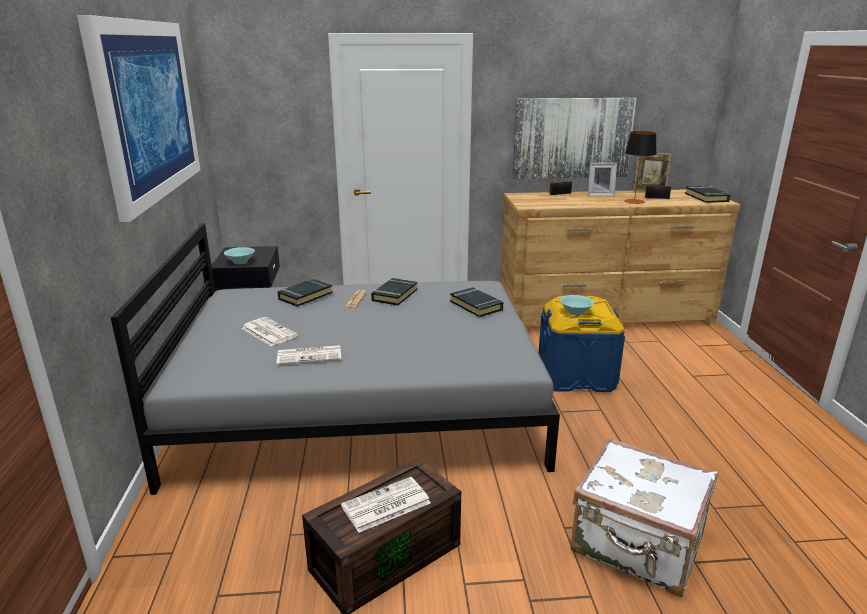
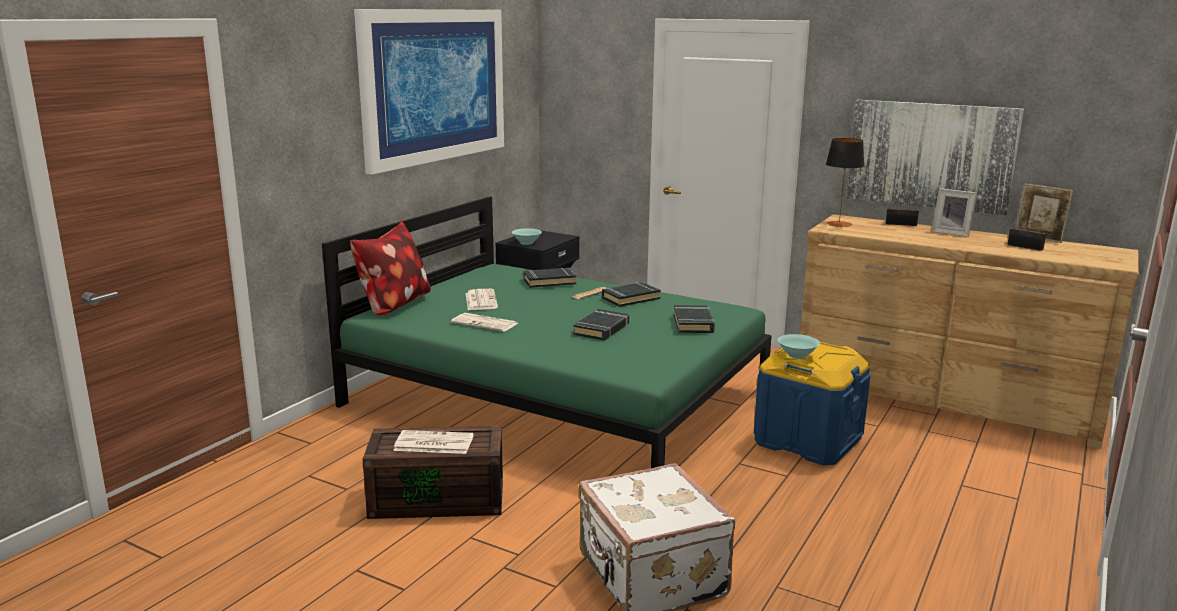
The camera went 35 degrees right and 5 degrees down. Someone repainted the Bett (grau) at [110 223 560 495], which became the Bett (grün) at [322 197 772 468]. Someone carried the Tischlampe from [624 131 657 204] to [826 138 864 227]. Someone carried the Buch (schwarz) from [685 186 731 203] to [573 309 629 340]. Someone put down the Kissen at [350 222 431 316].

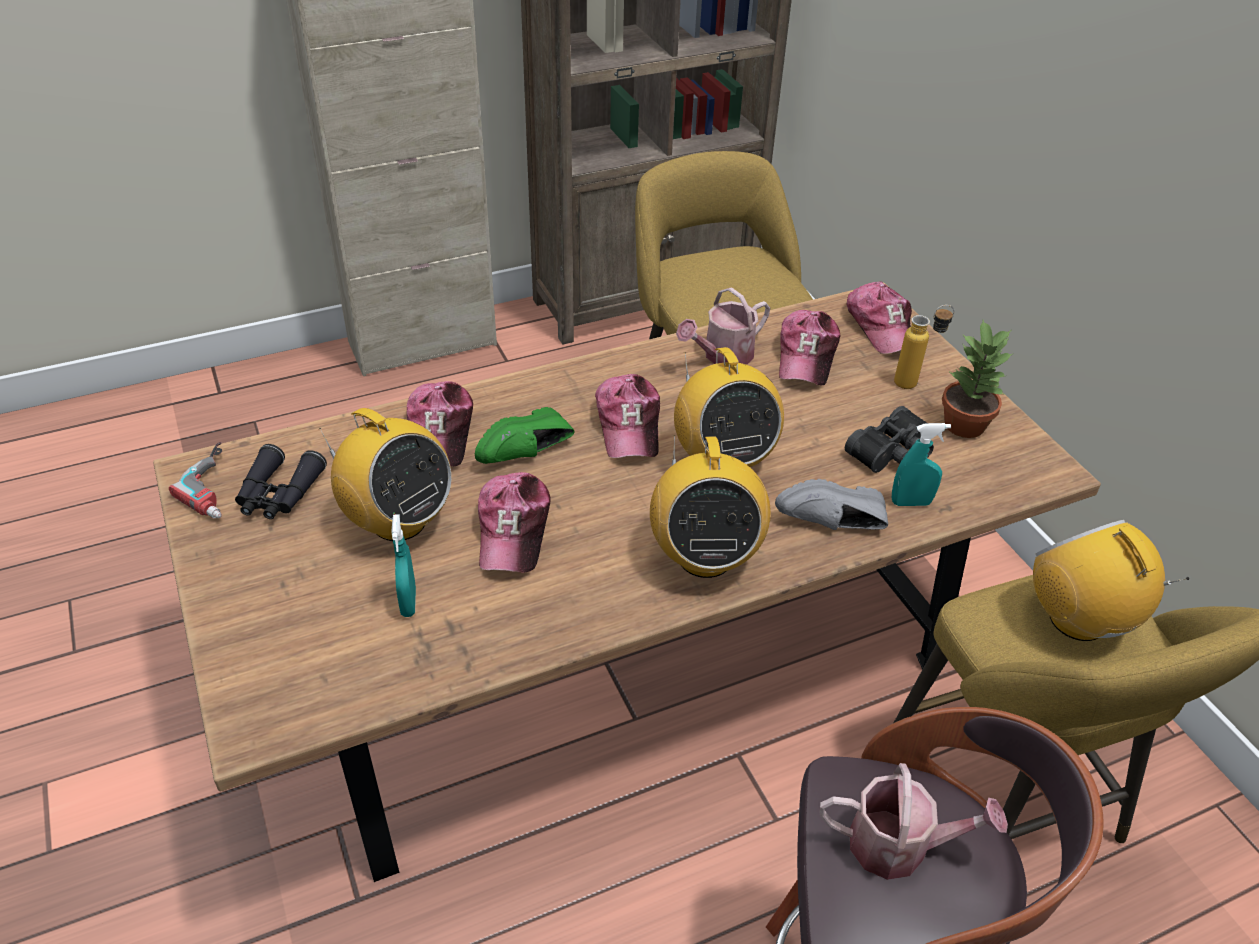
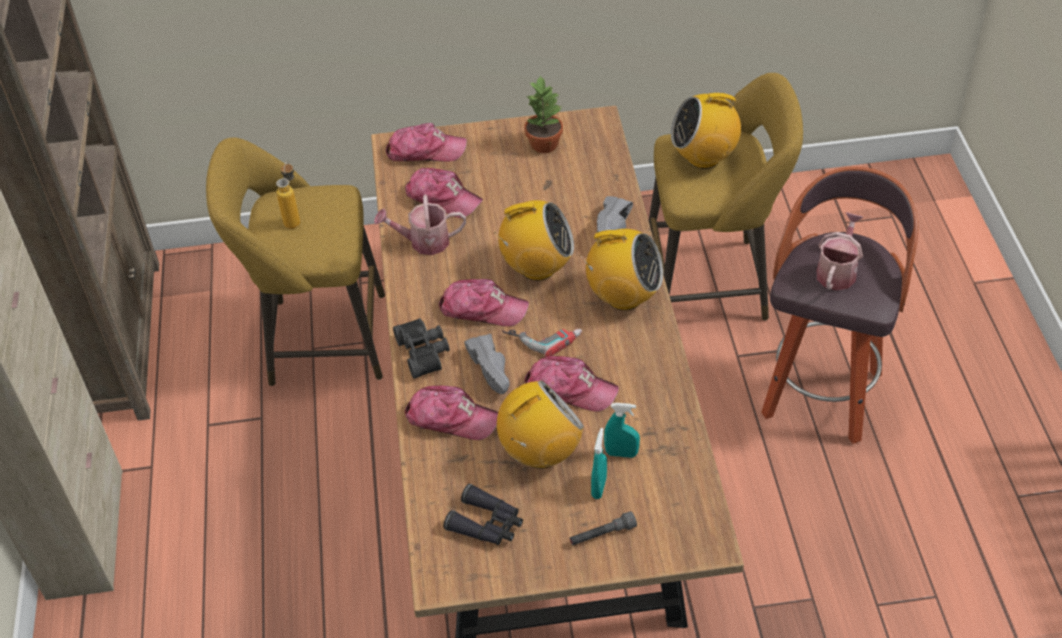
The camera went 70 degrees left and 5 degrees up. Someone carried the Bohrmaschine from [169 442 222 519] to [502 329 582 357]. Someone repainted the Schuh (grün) at [475 407 575 464], which became the Schuh (grau) at [464 334 510 394]. Someone rotated the Gießkanne at [676 287 770 365] by 105 degrees clockwise. Someone carried the Fernglas (schwarz) from [845 406 934 473] to [393 318 450 379]. Someone carried the Sprühflasche (türkis) from [892 423 951 506] to [591 428 607 499]. Someone carried the Flasche from [894 305 955 389] to [276 161 300 229]. Someone put down the Taschenlampe (grau) at [570 511 637 545].

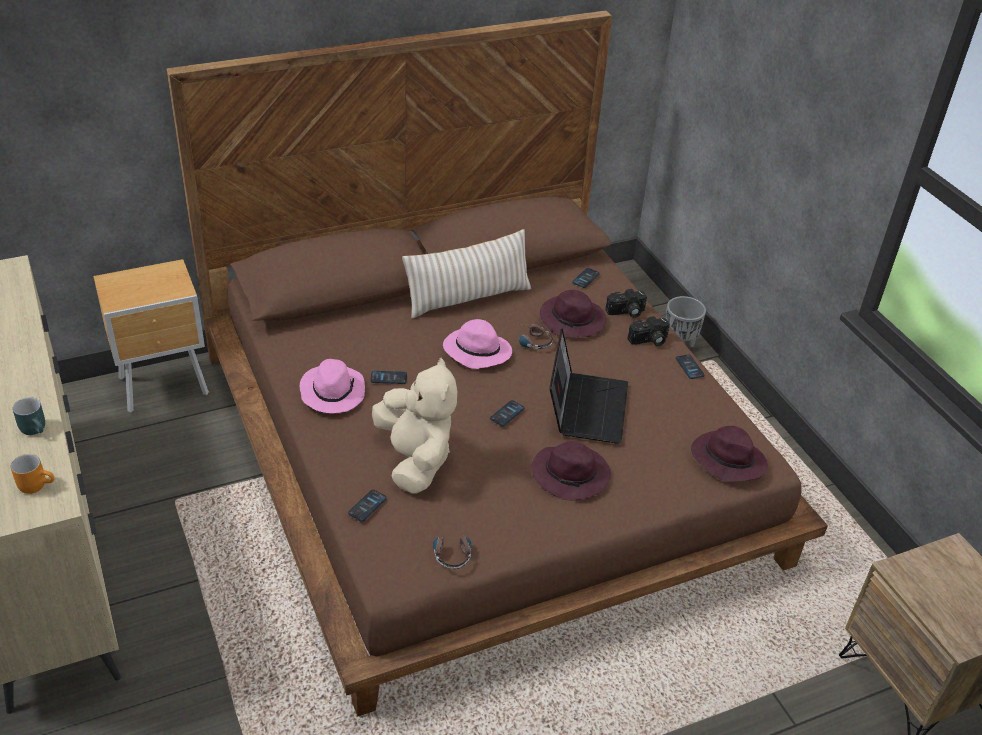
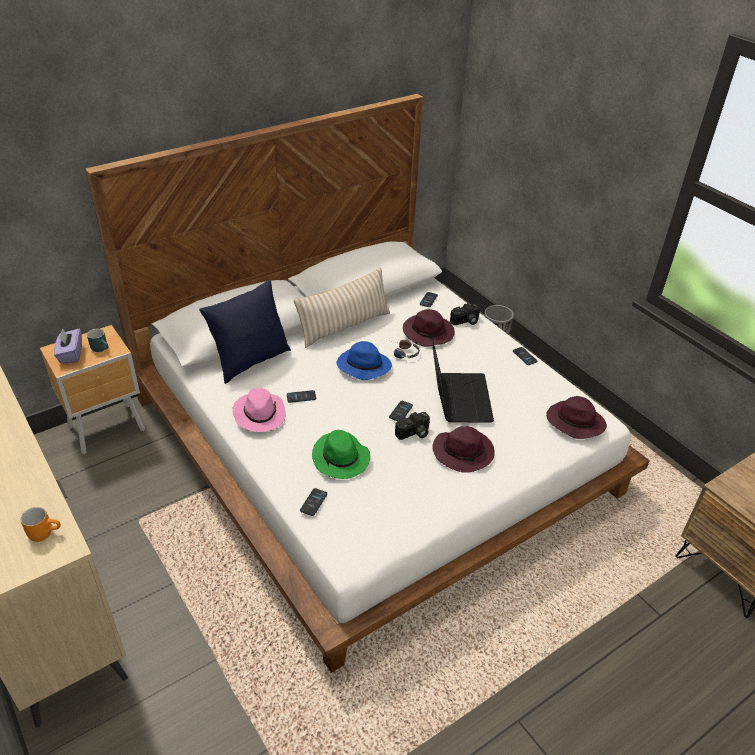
The camera went 10 degrees left and 0 degrees up. Someone carried the Henkelbecher (türkis) from [12 397 45 435] to [87 329 109 352]. Someone repainted the Bett (braun) at [166 10 828 716], which became the Bett (weiß) at [85 94 650 673]. Someone swapped the Plüschtier (beige) at [372 357 457 494] for the Hut (grün) at [312 430 370 479]. Someone took away the Kopfhörer at [433 528 471 569]. Someone repainted the Hut (rosa) at [443 319 512 369], which became the Hut (blau) at [337 341 392 380]. Someone carried the Kamera from [628 316 670 346] to [395 412 430 440]. Someone put down the Taschentuchbox (lila) at [54 328 82 364]. Someone put down the Kissen (blau) at [199 280 291 384].

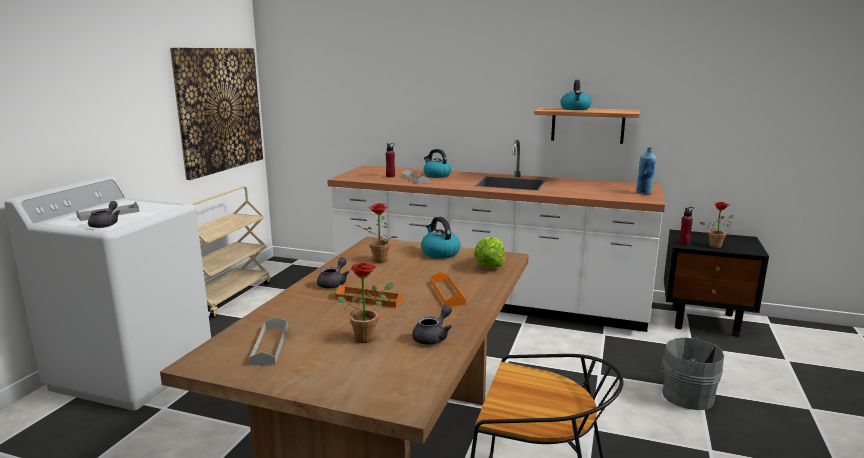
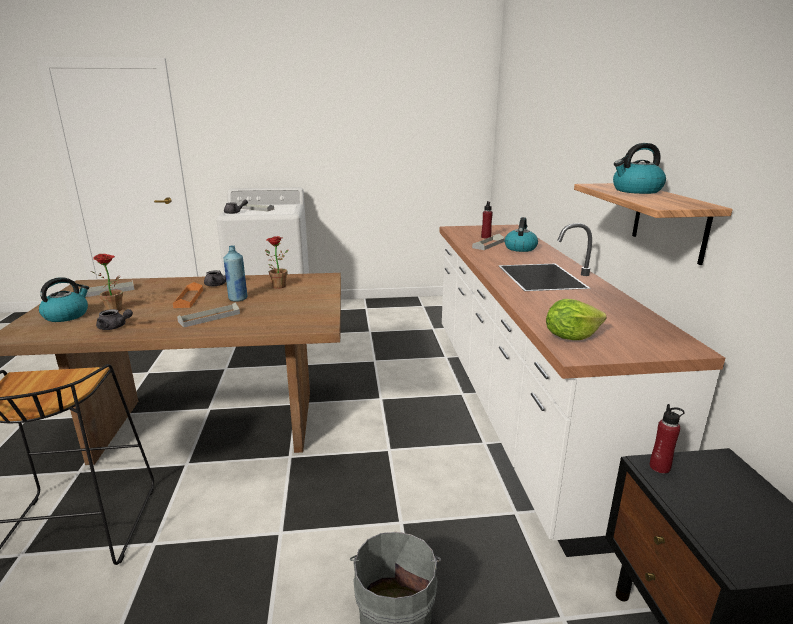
The camera went 65 degrees right and 5 degrees up. Someone took away the Bild at [170 48 263 180]. Someone took away the Rollwagen (beige) at [192 186 270 318]. Someone carried the Wasserkessel from [421 217 461 259] to [39 277 89 322]. Someone repainted the Tablett (orange) at [431 272 466 306], which became the Tablett (grau) at [177 302 240 327]. Someone carried the Salatkopf from [474 237 505 269] to [546 299 607 340]. Someone carried the Flasche (blau) from [636 148 657 195] to [223 245 247 302]. Someone took away the Topfpflanze at [700 202 734 248].

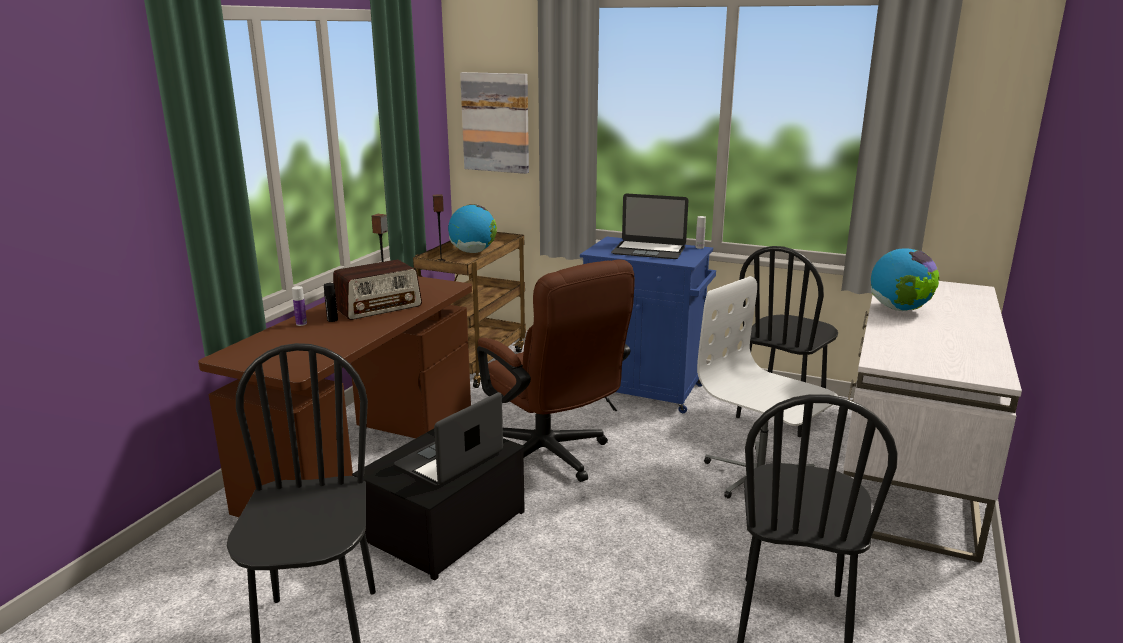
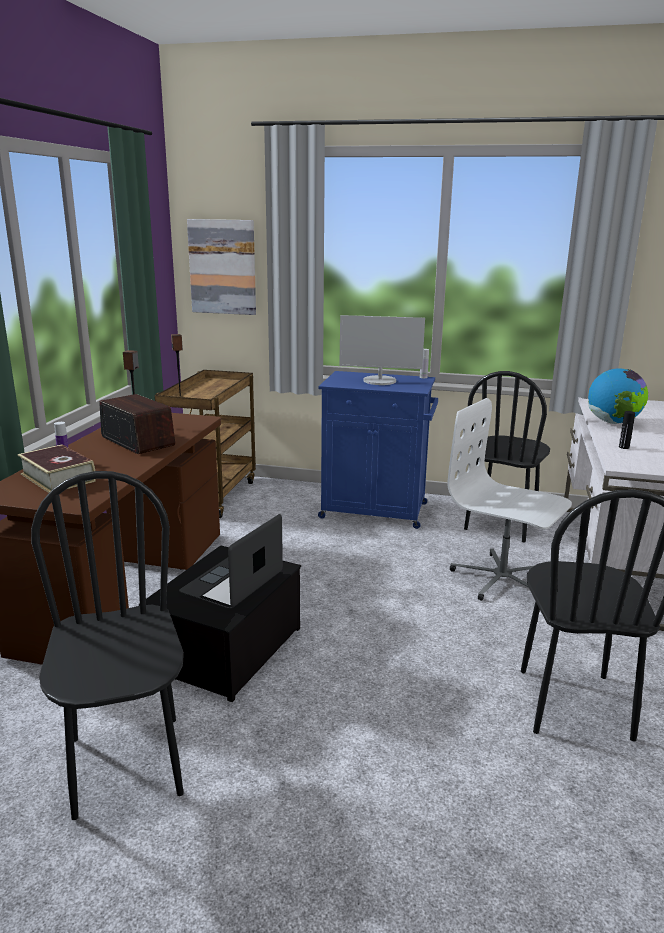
The camera went 10 degrees left and 0 degrees up. Someone carried the Flasche (schwarz) from [324 283 338 322] to [619 411 635 449]. Someone rotated the Radio at [333 260 422 320] by 90 degrees counterclockwise. Someone took away the Globus at [448 204 497 253]. Someone took away the Bürostuhl (braun) at [477 260 635 482]. Someone swapped the Laptop at [611 193 688 259] for the Monitor at [339 315 425 385]. Someone put down the Buch at [18 444 96 493].

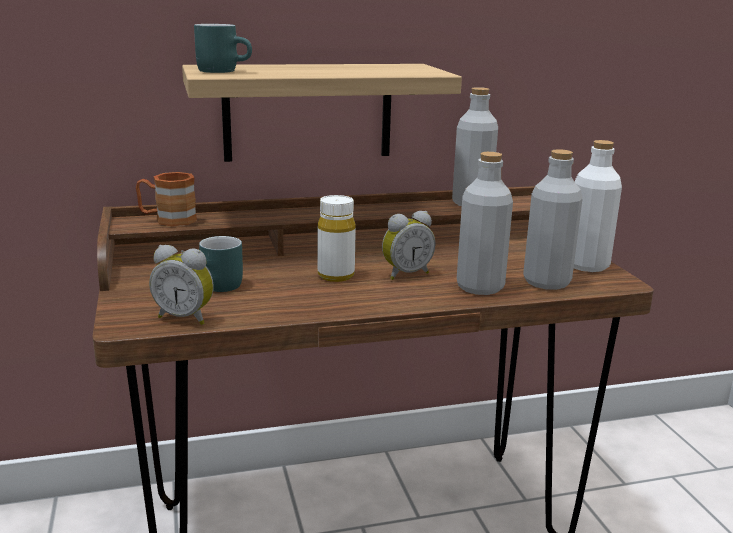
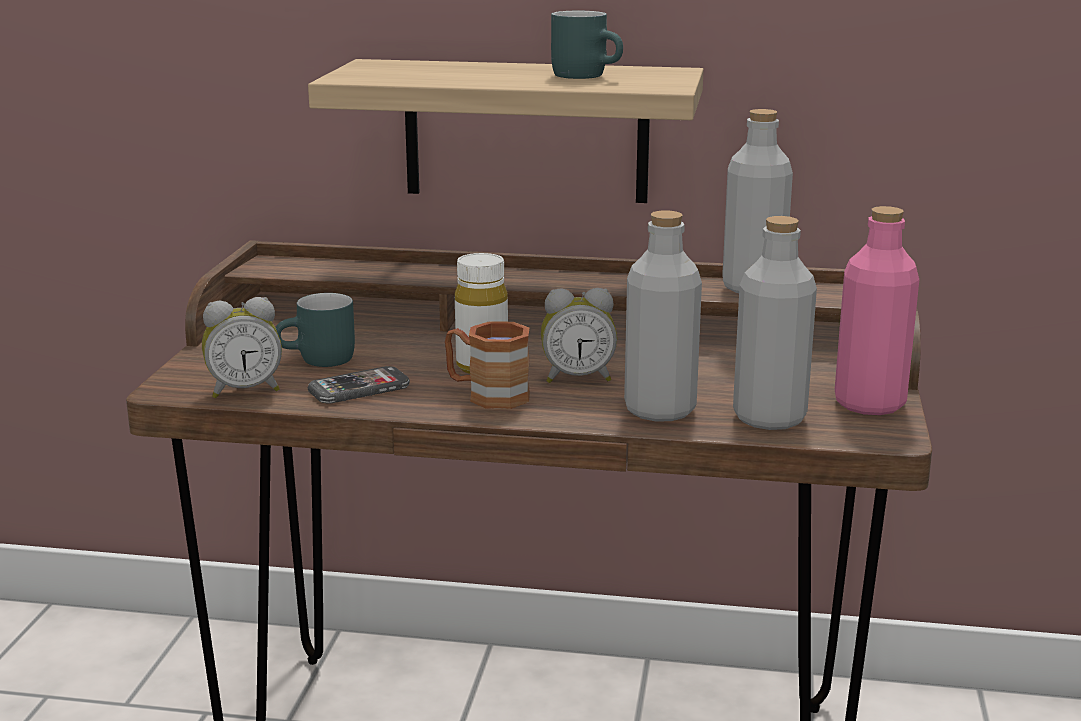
The camera went 25 degrees right and 0 degrees up. Someone carried the Henkelbecher (braun) from [136 172 197 226] to [445 321 530 409]. Someone rotated the Wecker at [149 245 214 325] by 60 degrees counterclockwise. Someone carried the Henkelbecher (türkis) from [194 24 252 73] to [551 11 623 79]. Someone repainted the Flasche (weiß) at [574 140 622 272], which became the Flasche (rosa) at [835 206 919 415]. Someone put down the Handy at [308 366 410 404].

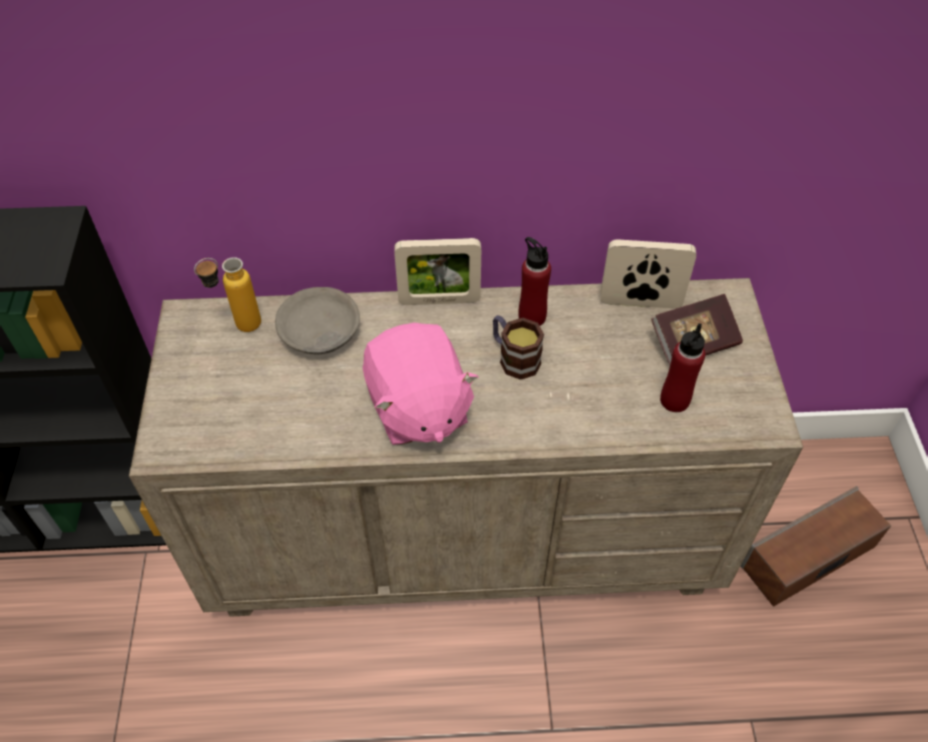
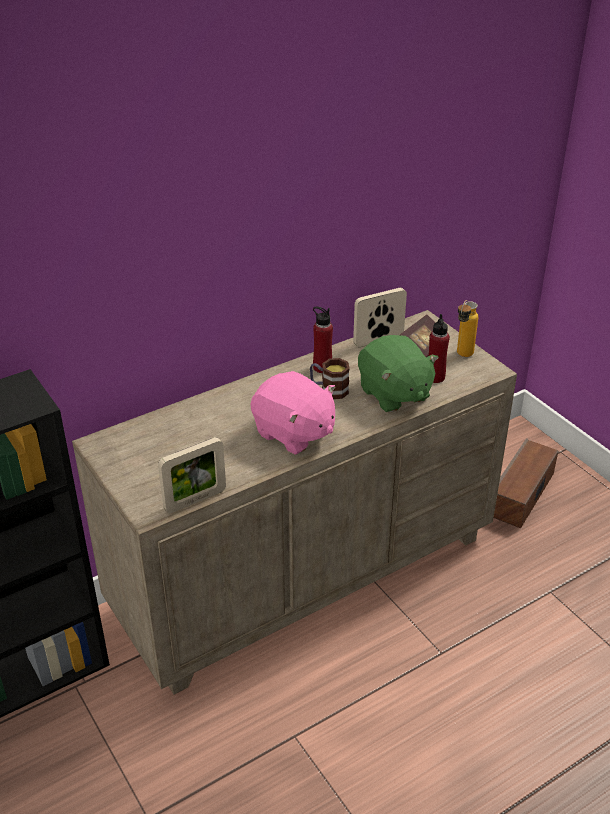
The camera went 30 degrees left and 15 degrees down. Someone carried the Flasche from [194 257 261 332] to [457 300 478 357]. Someone took away the Schüssel (grau) at [275 287 360 354]. Someone carried the Bilderrahmen from [394 238 481 305] to [158 437 226 513]. Someone put down the Plüschtier (grün) at [358 335 439 412].

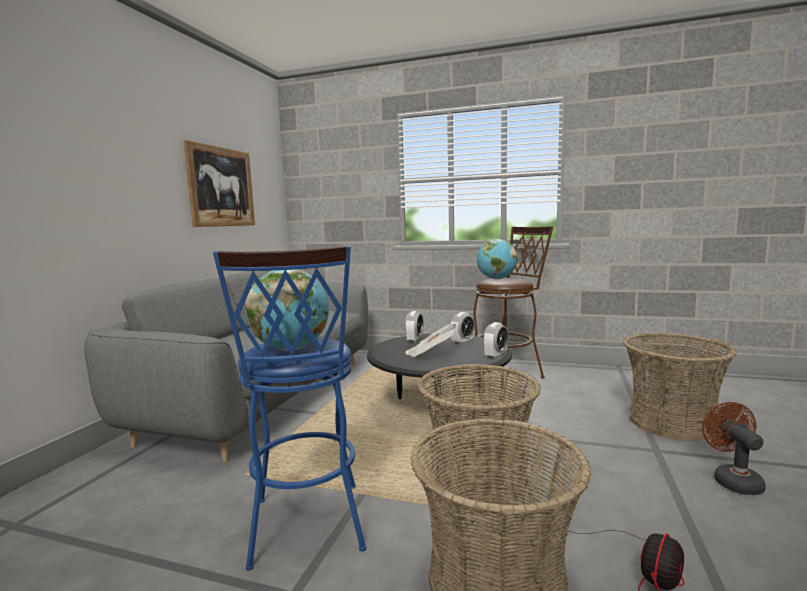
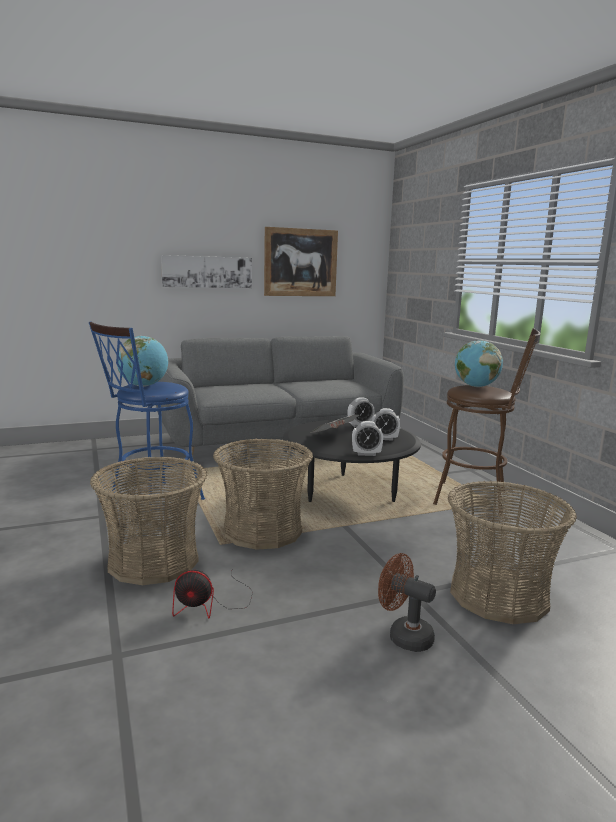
The camera went 50 degrees right and 5 degrees up. Someone rotated the Ventilator (braun) at [702 402 766 495] by 105 degrees counterclockwise. Someone put up the Bild at [161 255 252 288].

